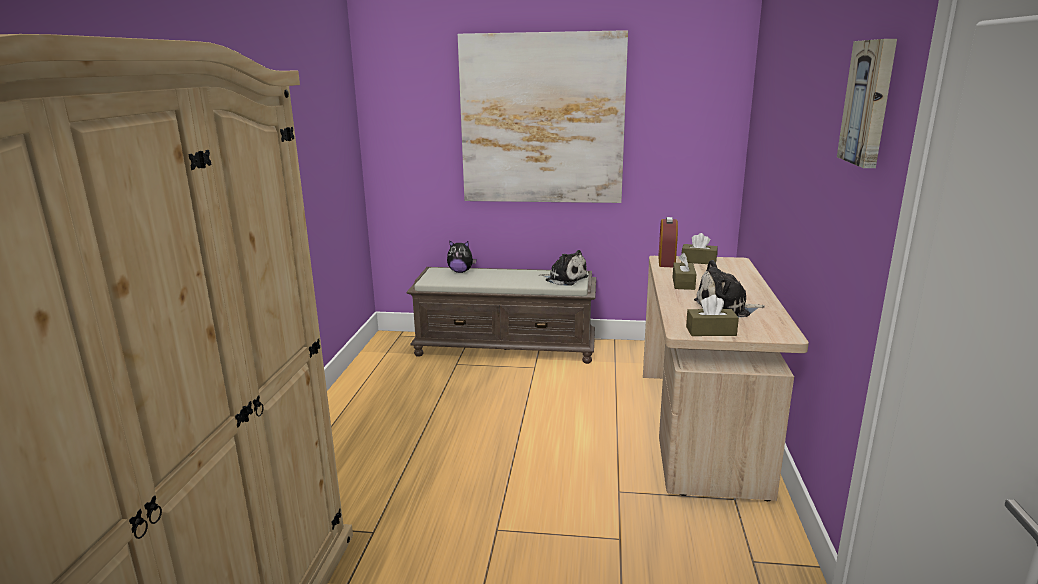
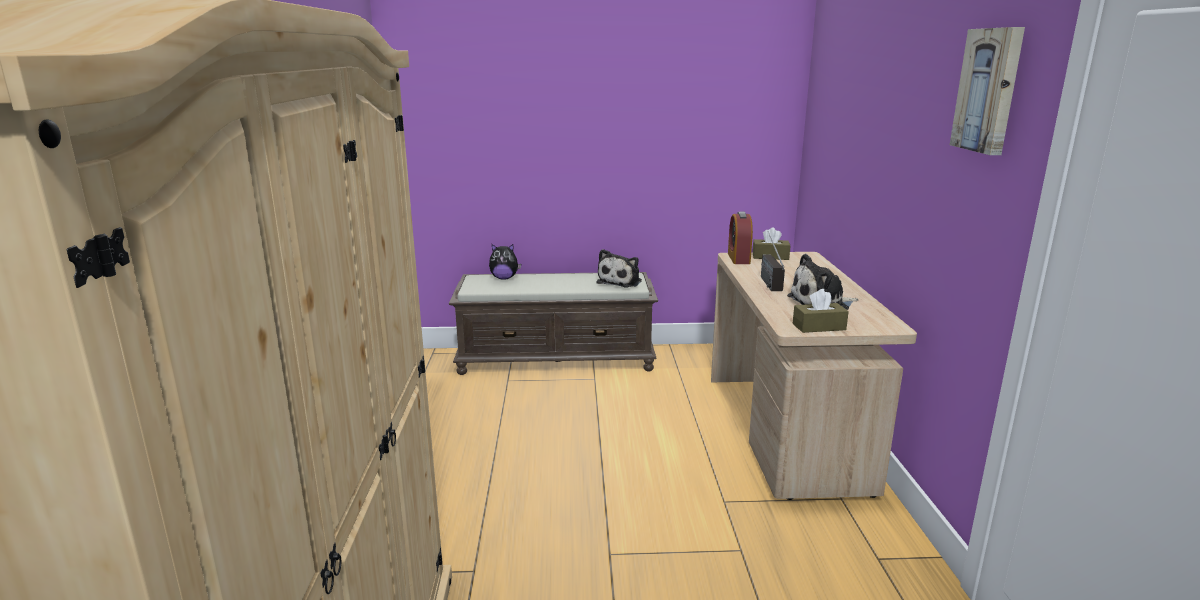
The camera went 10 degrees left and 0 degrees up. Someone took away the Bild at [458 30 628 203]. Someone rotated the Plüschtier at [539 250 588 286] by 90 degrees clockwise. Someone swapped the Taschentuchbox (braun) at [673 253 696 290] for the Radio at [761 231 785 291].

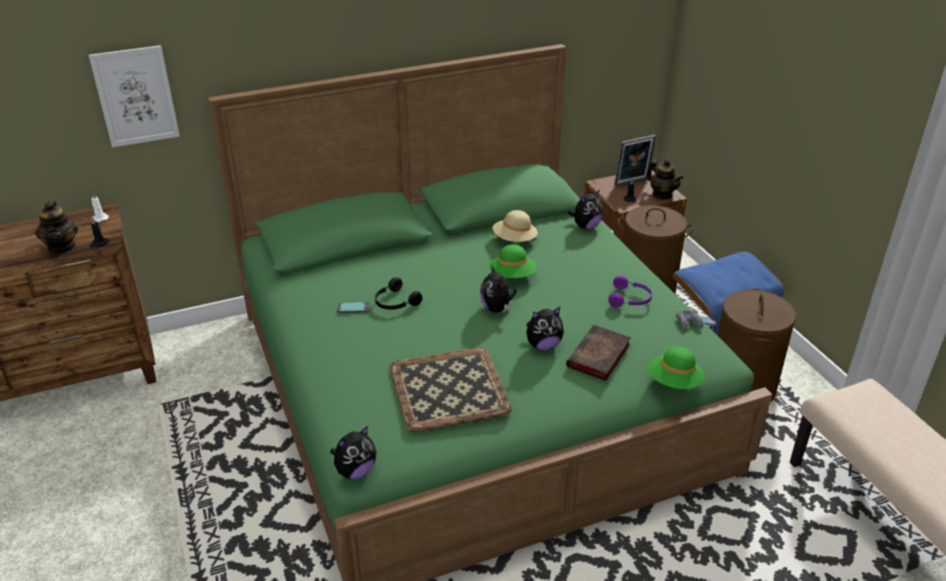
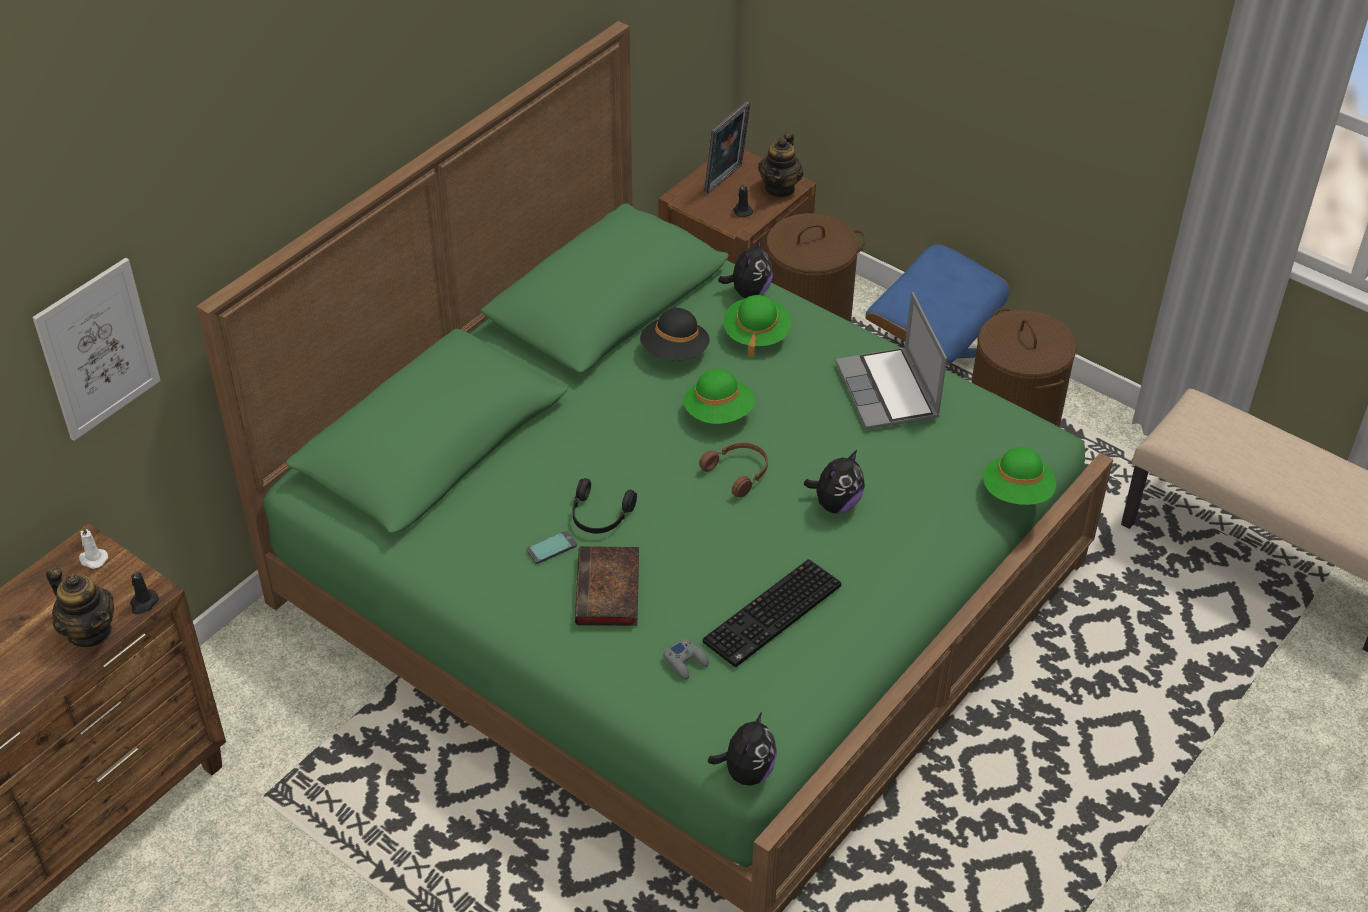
The camera went 30 degrees left and 10 degrees up. Someone swapped the Tablett at [390 347 512 432] for the Tastatur at [703 559 841 667]. Someone swapped the Plüschtier at [480 264 517 312] for the Kopfhörer (braun) at [699 443 768 498]. Someone repainted the Hut (beige) at [493 210 538 242], which became the Hut (schwarz) at [640 308 710 361]. Someone carried the Buch from [566 325 631 381] to [575 546 639 626]. Someone swapped the Kopfhörer (lila) at [608 275 652 308] for the Laptop at [836 292 947 430]. Someone rotated the Teekanne at [646 159 684 199] by 90 degrees clockwise. Someone carried the Gamepad (grau) from [676 310 703 330] to [663 638 709 680]. Someone put down the Hut (grün) at [724 295 791 357].

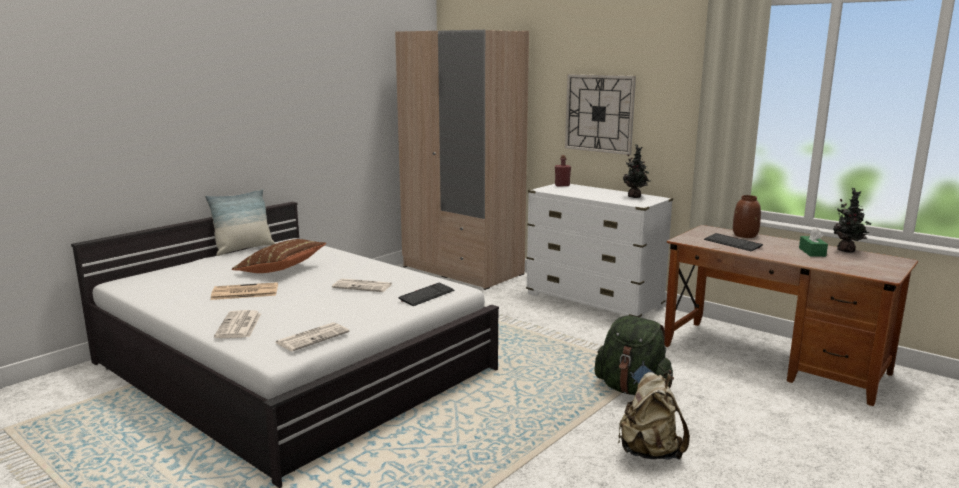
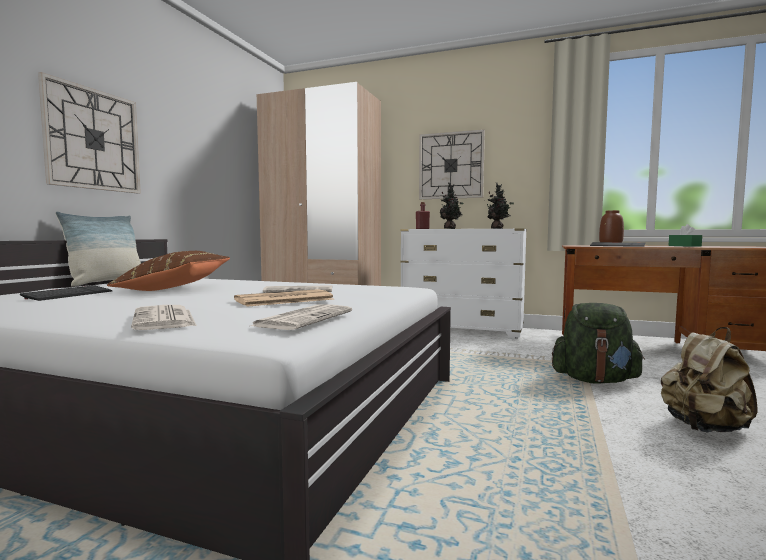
The camera went 20 degrees left and 10 degrees down. Someone carried the Zeitung from [211 282 278 300] to [234 289 334 307]. Someone carried the Tastatur from [398 283 454 306] to [20 285 112 301]. Someone carried the Topfpflanze from [833 188 871 253] to [440 183 463 229]. Someone put up the Wanduhr at [38 72 141 194].

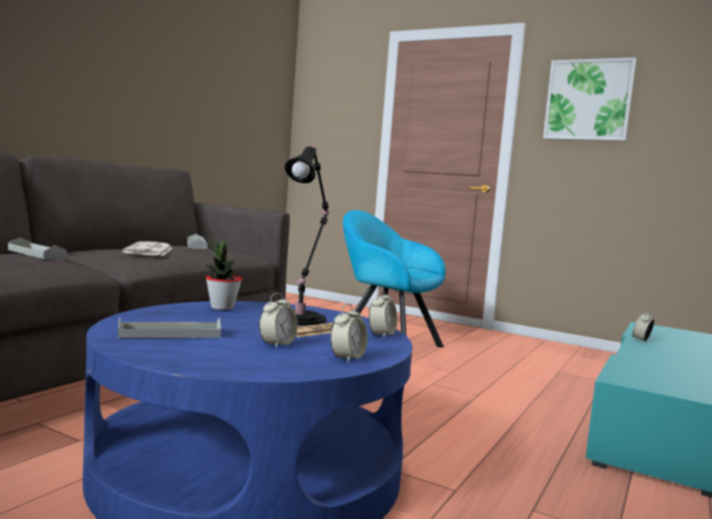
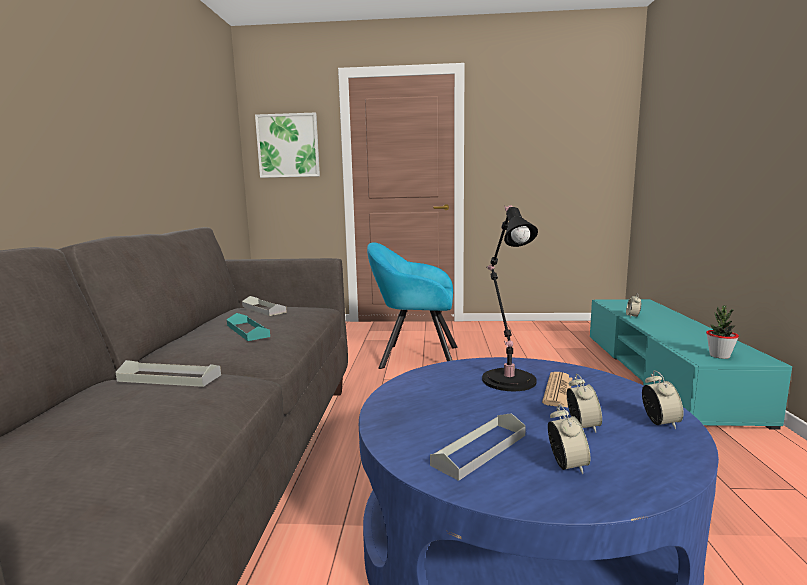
The camera went 25 degrees left and 5 degrees up. Someone swapped the Zeitung at [122 241 173 256] for the Tablett (türkis) at [227 313 270 341]. Someone carried the Topfpflanze from [206 238 242 310] to [706 305 739 359]. Someone carried the Wecker from [369 289 397 338] to [548 404 590 474]. Someone carried the Bild from [543 57 636 141] to [255 113 320 178].

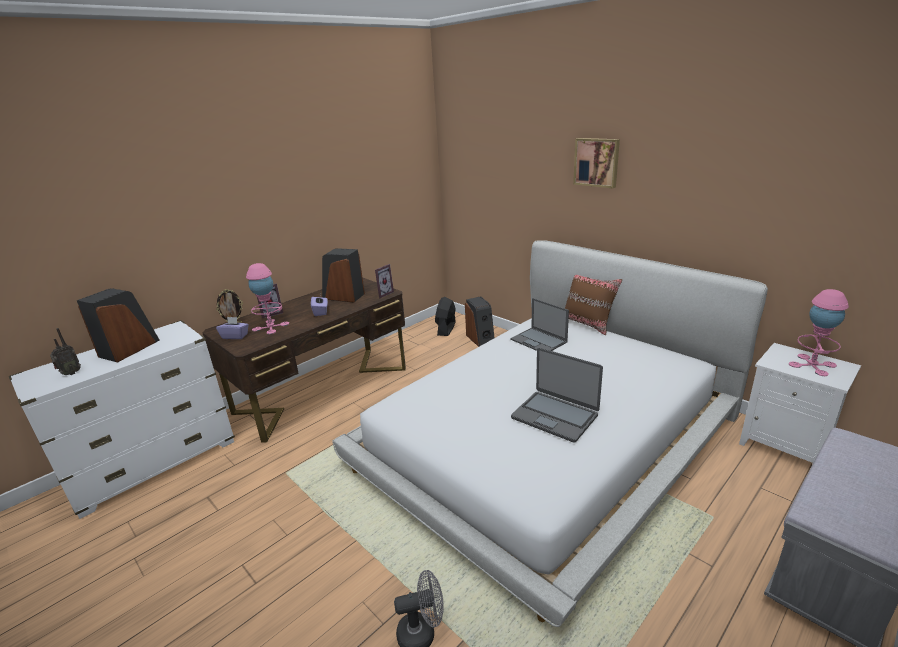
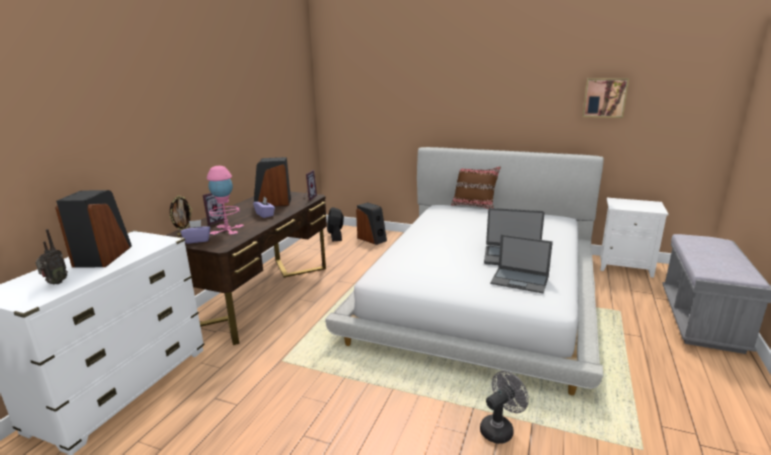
The camera went 25 degrees left and 5 degrees down. Someone carried the Laptop from [510 298 569 351] to [490 234 553 293]. Someone carried the Bild from [573 138 620 188] to [582 78 629 118]. Someone took away the Tischlampe (rosa) at [789 289 849 376].

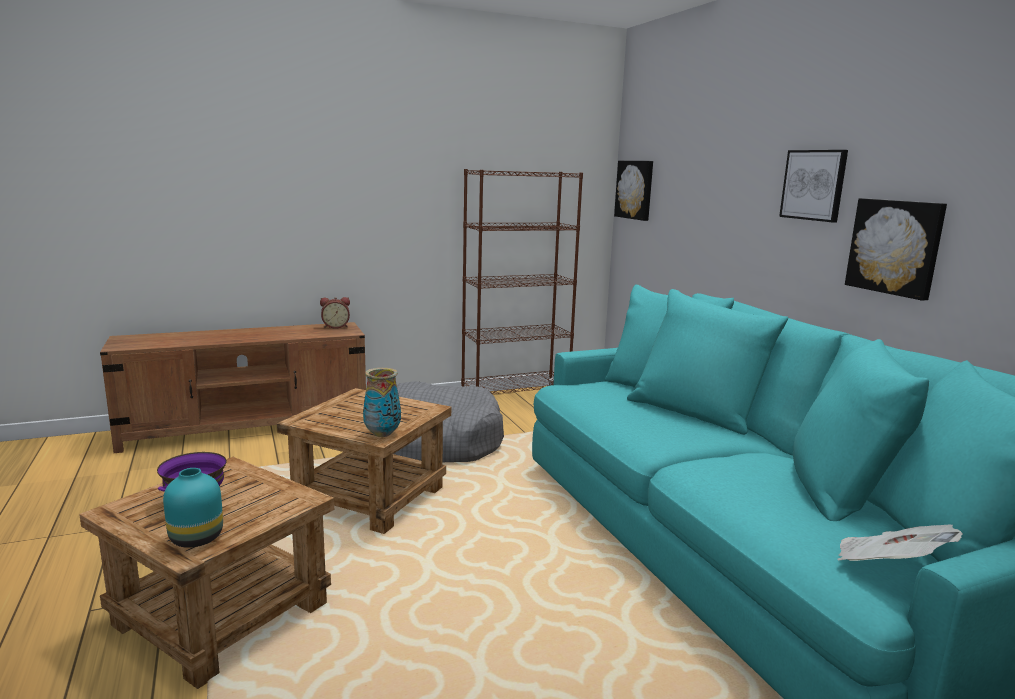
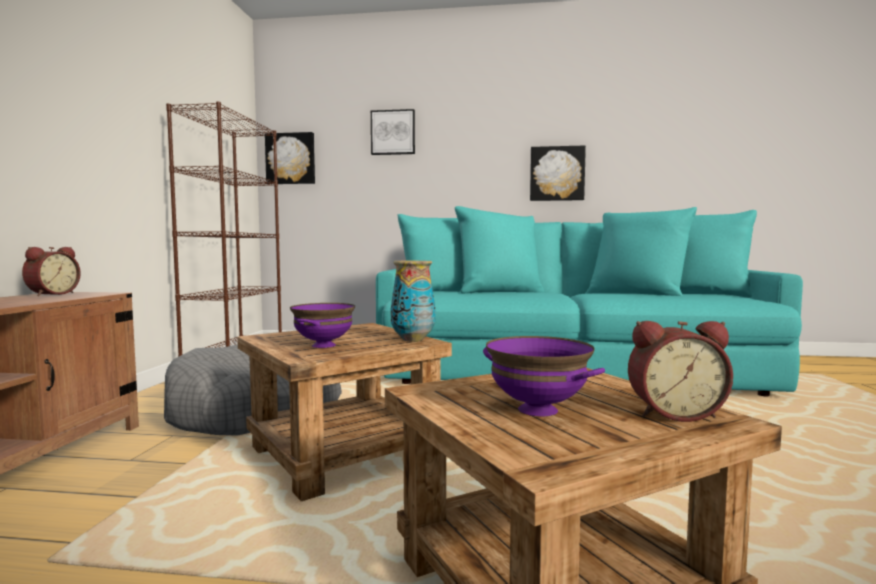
The camera went 60 degrees left and 10 degrees down. Someone swapped the Vase (türkis) at [163 468 223 548] for the Wecker at [628 321 733 422]. Someone carried the Bild from [779 150 848 222] to [371 109 415 155]. Someone took away the Zeitung at [837 525 962 561]. Someone put down the Schüssel (lila) at [290 303 355 348].

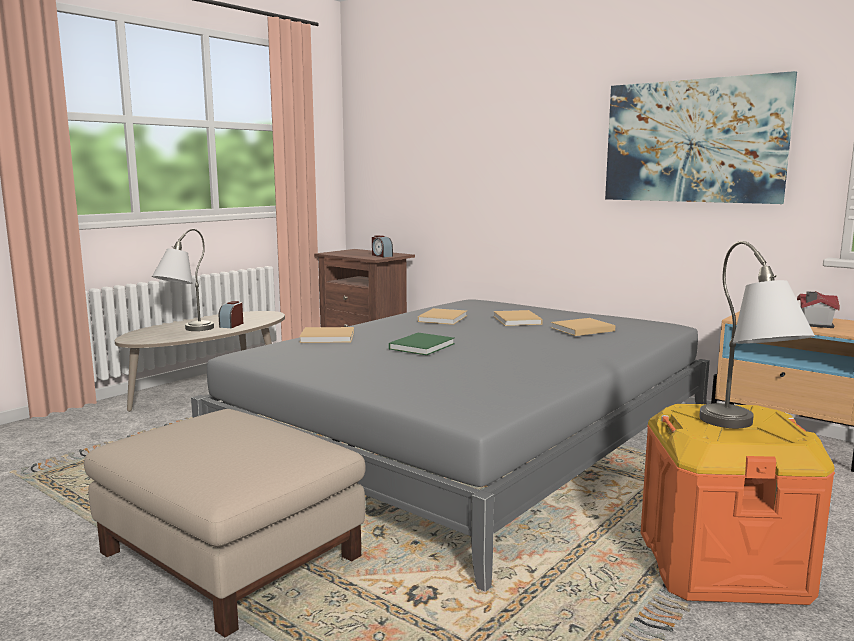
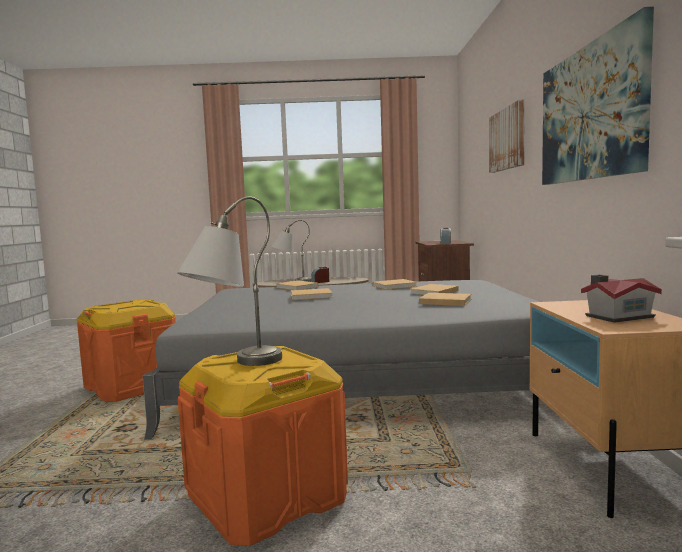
The camera went 50 degrees right and 5 degrees down. Someone swapped the Polsterhocker (beige) at [84 409 365 637] for the Aufbewahrungsbox (orange) at [77 300 176 402]. Someone repainted the Buch (grün) at [389 333 455 355], which became the Buch (beige) at [291 288 333 300]. Someone put up the Bild at [489 99 525 173].

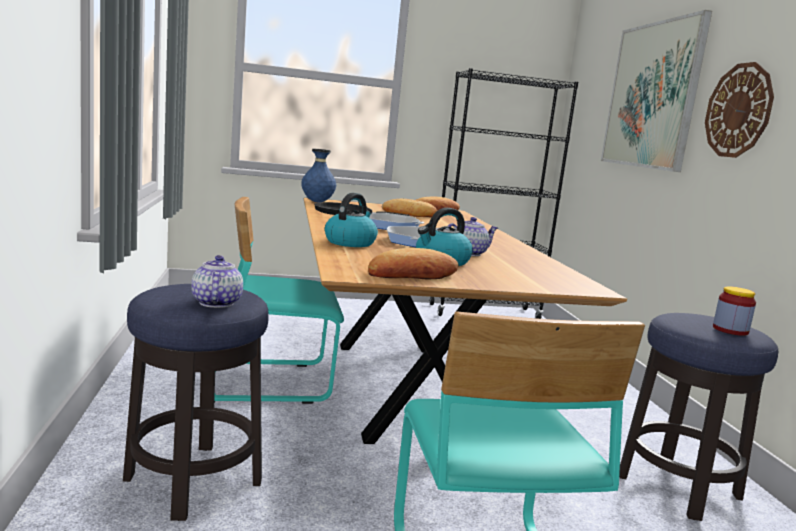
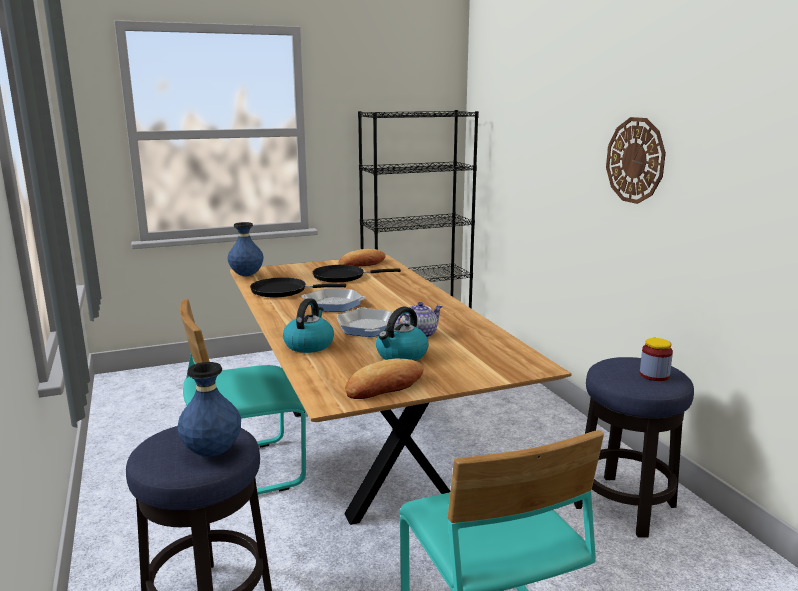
The camera went 10 degrees left and 5 degrees up. Someone swapped the Teekanne at [191 255 243 308] for the Vase (blau) at [177 362 241 457]. Someone swapped the Brot at [382 199 438 218] for the Pfanne (schwarz) at [313 265 401 282]. Someone took away the Bild at [601 10 712 172].

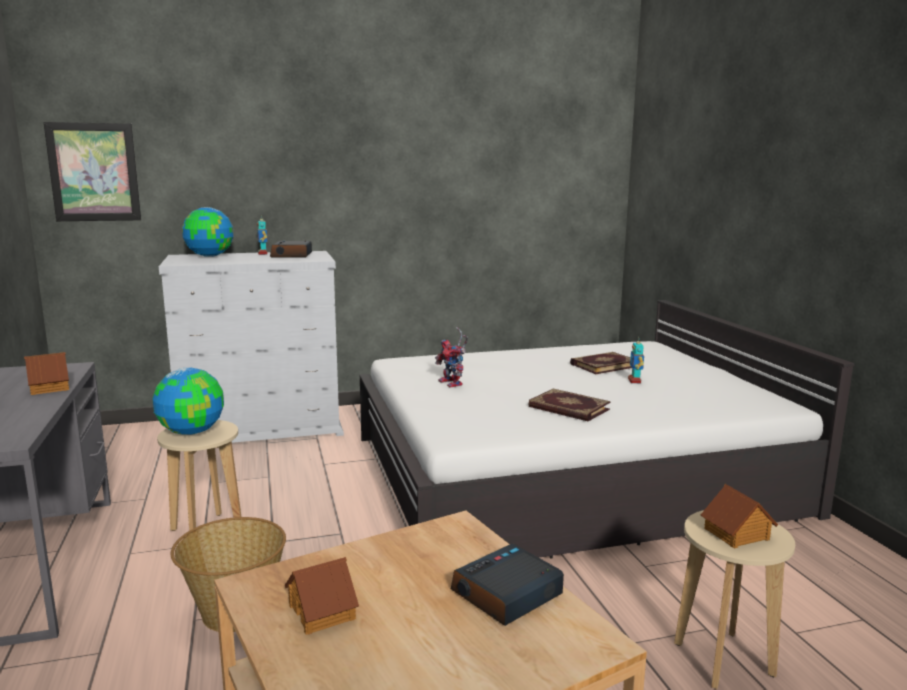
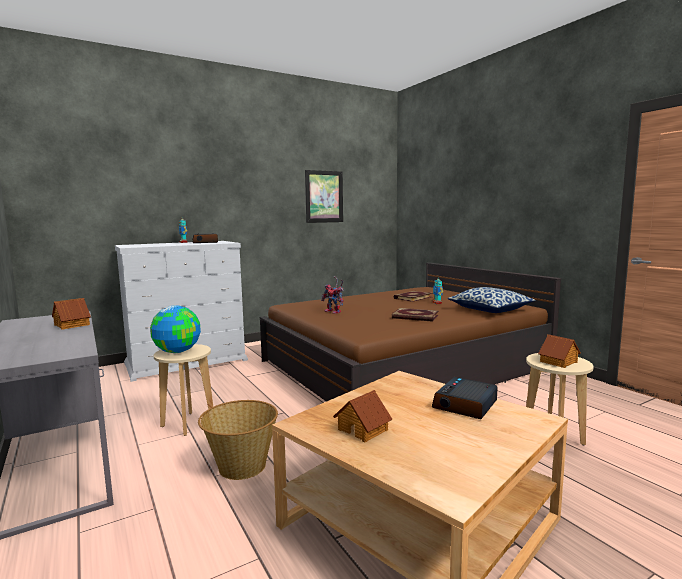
The camera went 15 degrees left and 5 degrees down. Someone carried the Bild from [44 122 141 221] to [305 170 343 223]. Someone took away the Globus at [182 207 234 257]. Someone repainted the Bett (weiß) at [359 300 855 558], which became the Bett (braun) at [260 263 562 402]. Someone put down the Kissen at [448 287 535 313].

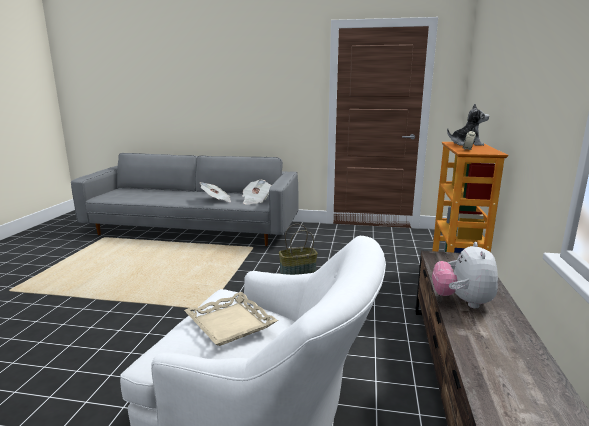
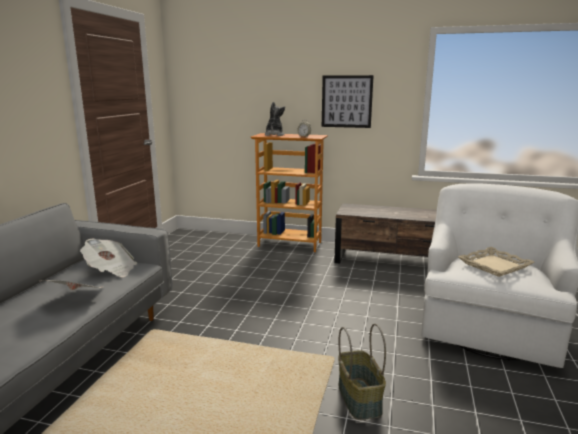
The camera went 85 degrees left and 0 degrees up. Someone carried the Korb from [279 224 318 275] to [338 324 386 420]. Someone took away the Plüschtier at [432 242 498 308]. Someone put up the Bild at [322 75 374 128].

